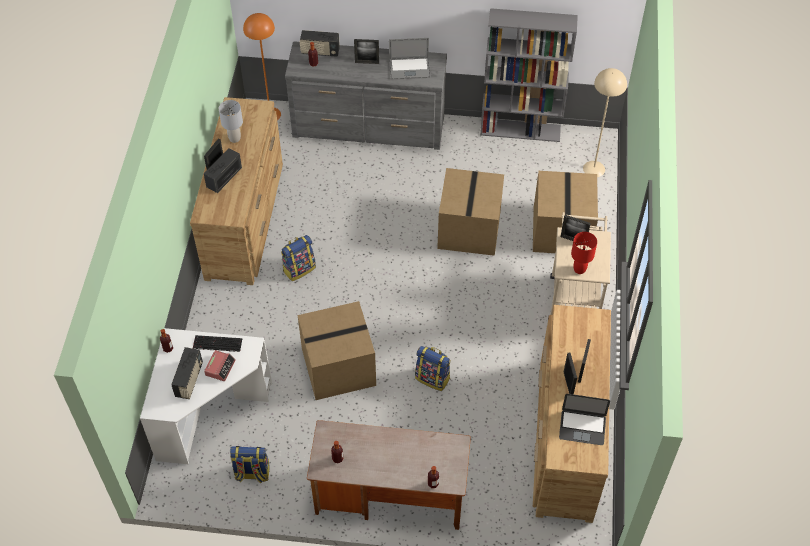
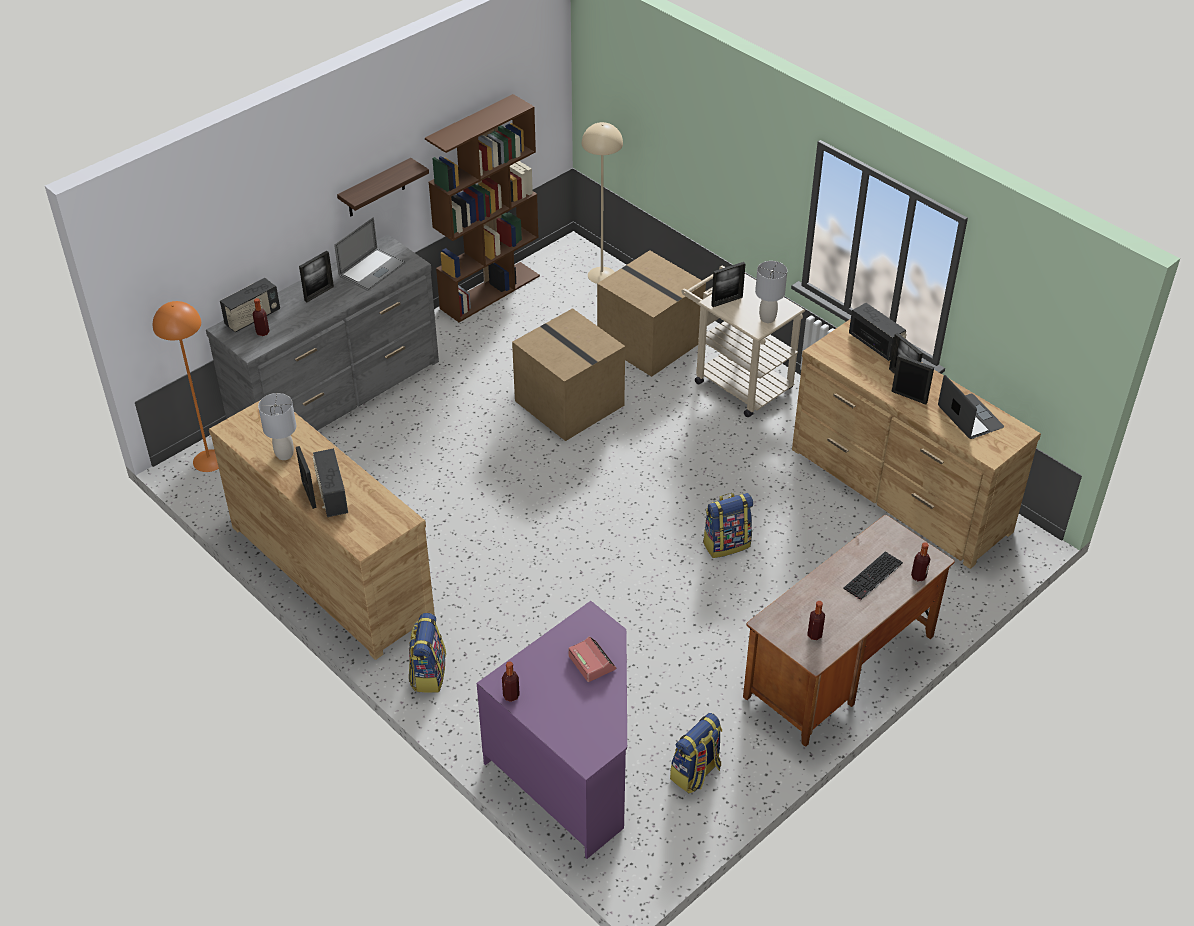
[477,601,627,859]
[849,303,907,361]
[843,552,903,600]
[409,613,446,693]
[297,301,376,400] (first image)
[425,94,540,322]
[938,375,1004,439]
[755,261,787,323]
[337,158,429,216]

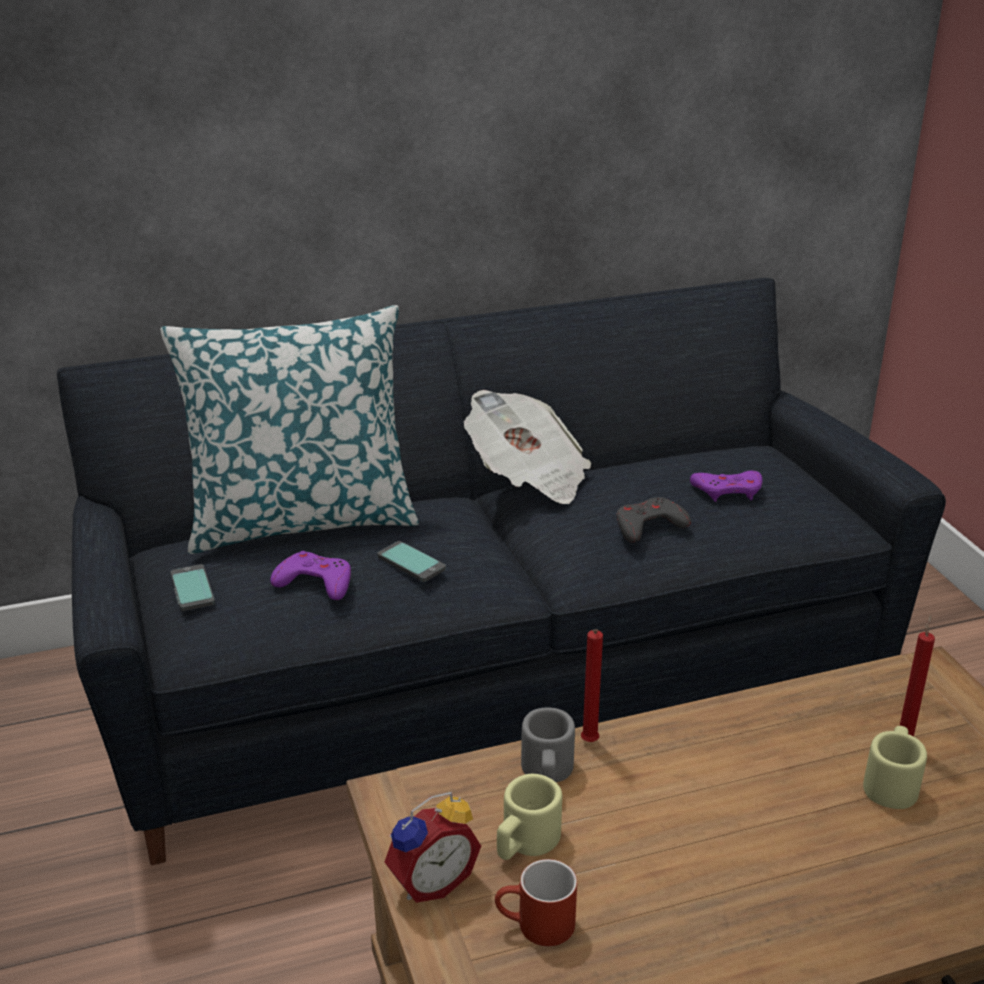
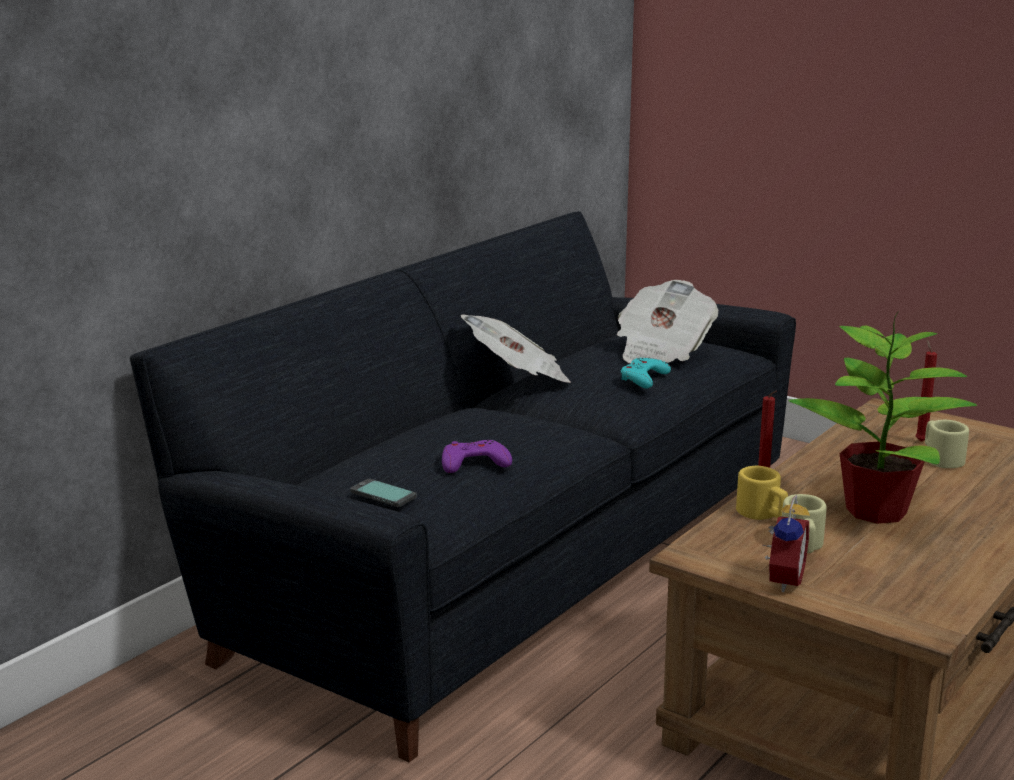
[160,305,419,554] (first image)
[377,541,446,582] (first image)
[495,859,577,947] (first image)
[736,466,788,520]
[621,358,671,389]
[617,280,719,363]
[788,311,977,524]

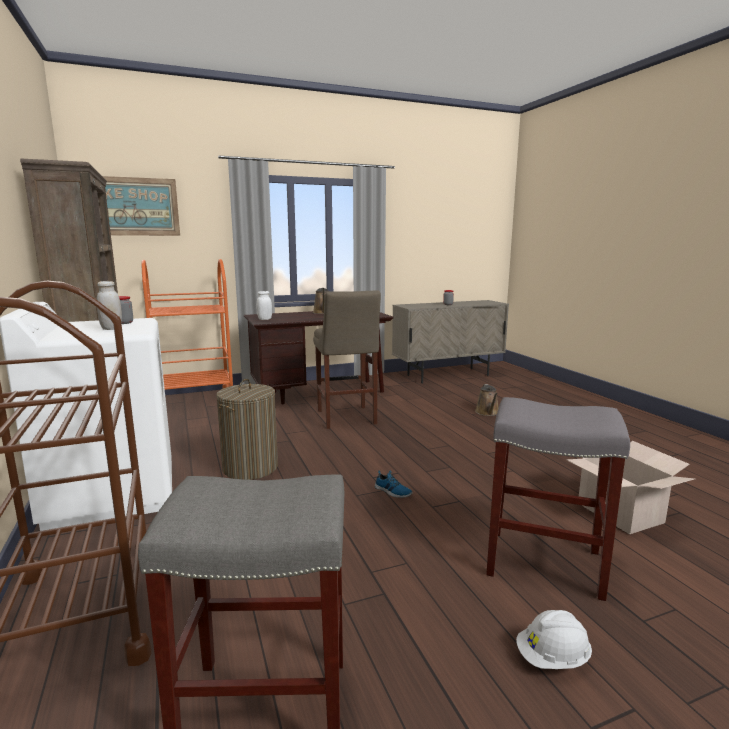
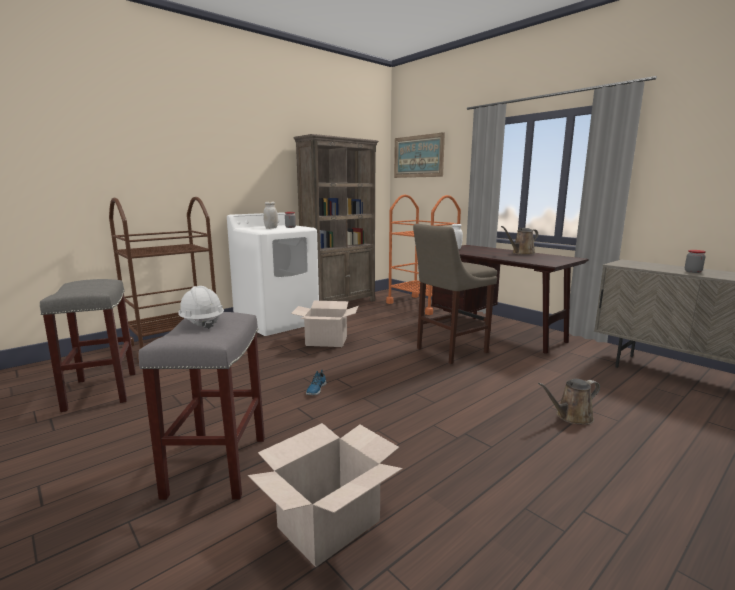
[291,301,359,347]
[178,286,224,329]

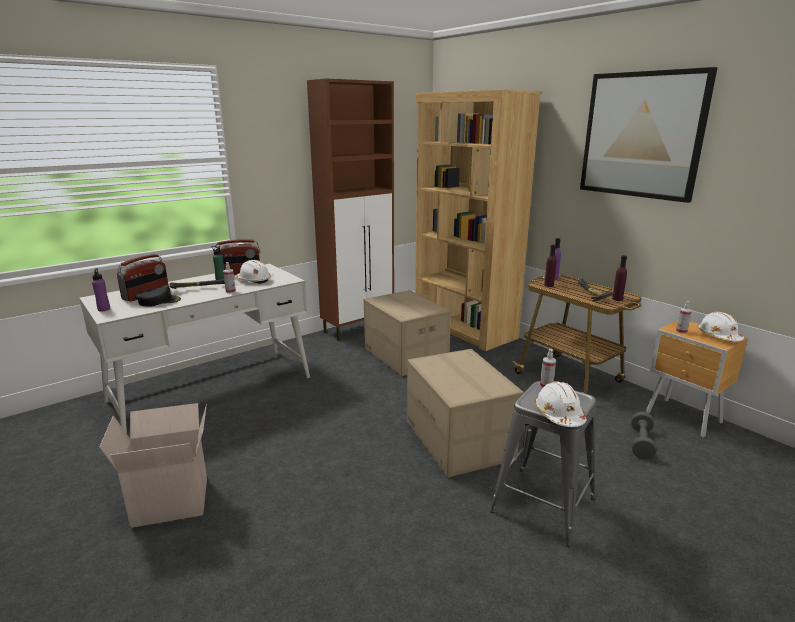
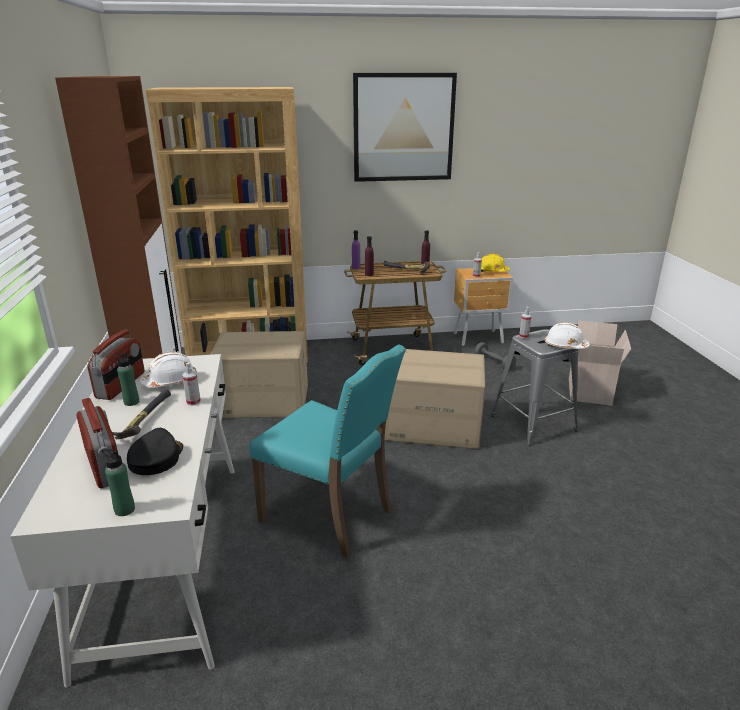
[102,448,135,516]
[569,321,631,406]
[481,254,510,272]
[249,344,406,558]

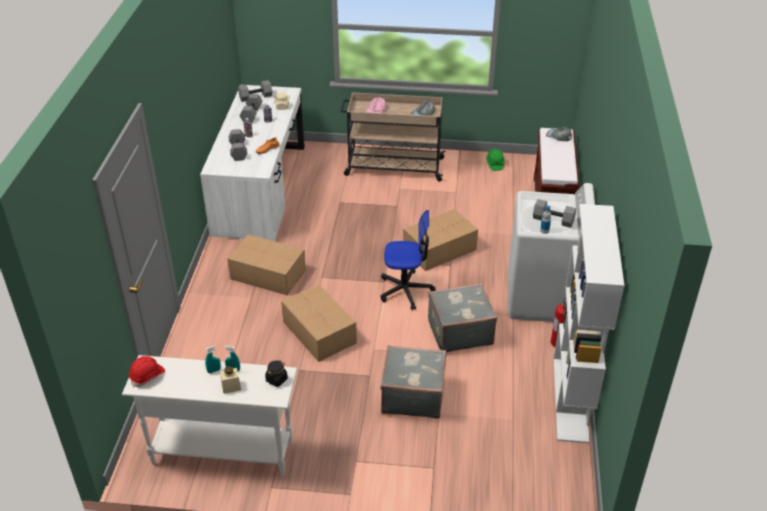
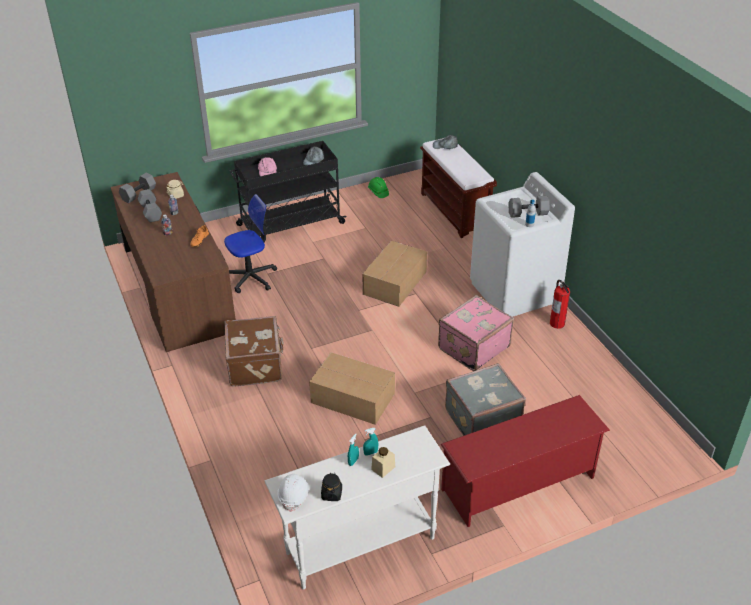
[277,474,309,512]
[111,172,236,352]
[228,129,247,161] (first image)
[225,316,284,386]
[321,472,342,501]
[229,141,346,236]
[224,194,277,293]
[438,295,514,371]
[553,204,624,443] (first image)
[441,395,610,527]

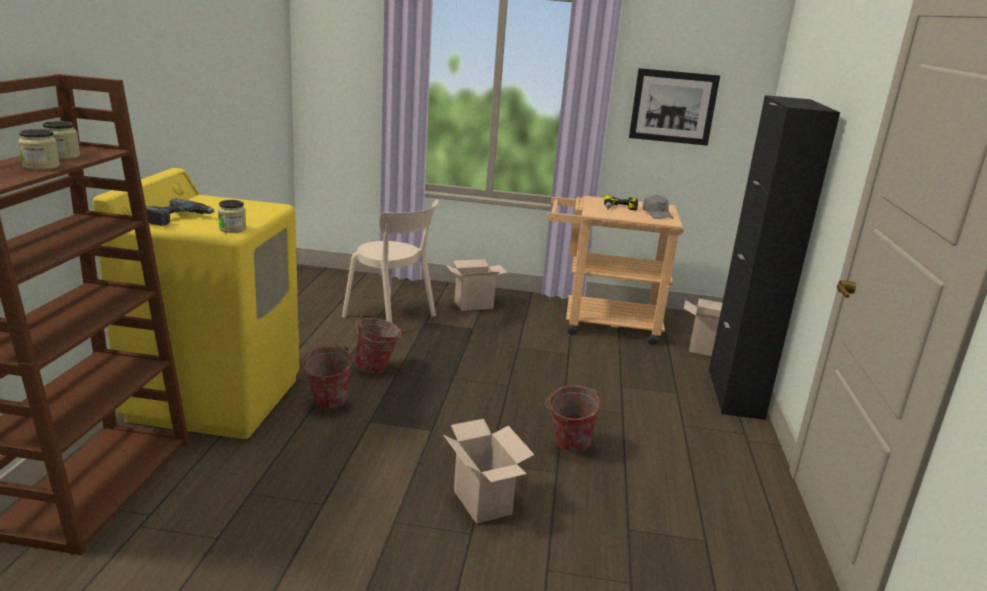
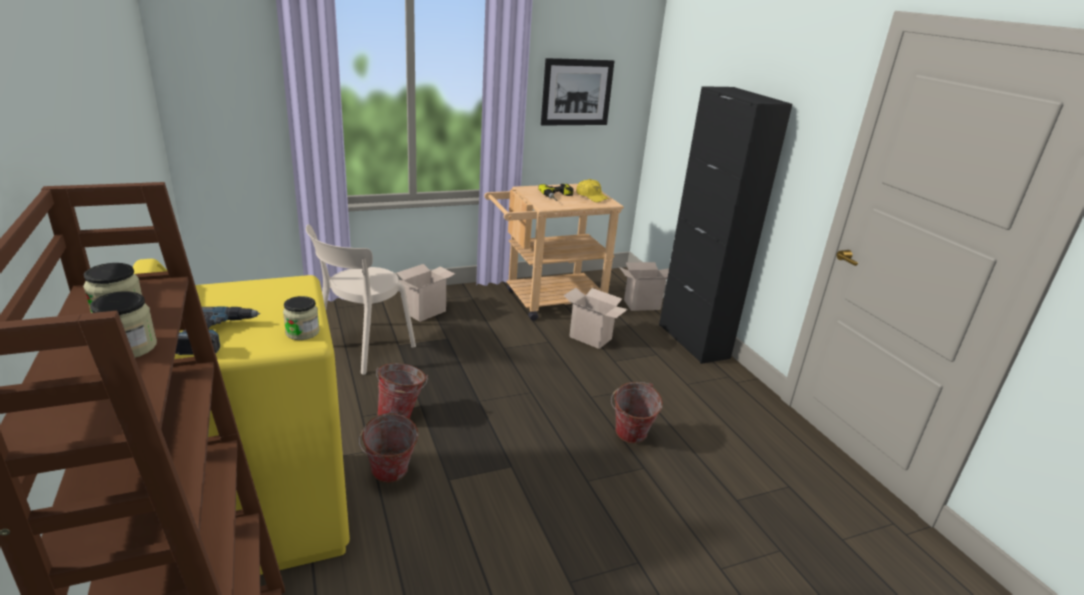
[306,224,416,375]
[563,288,628,349]
[576,179,609,202]

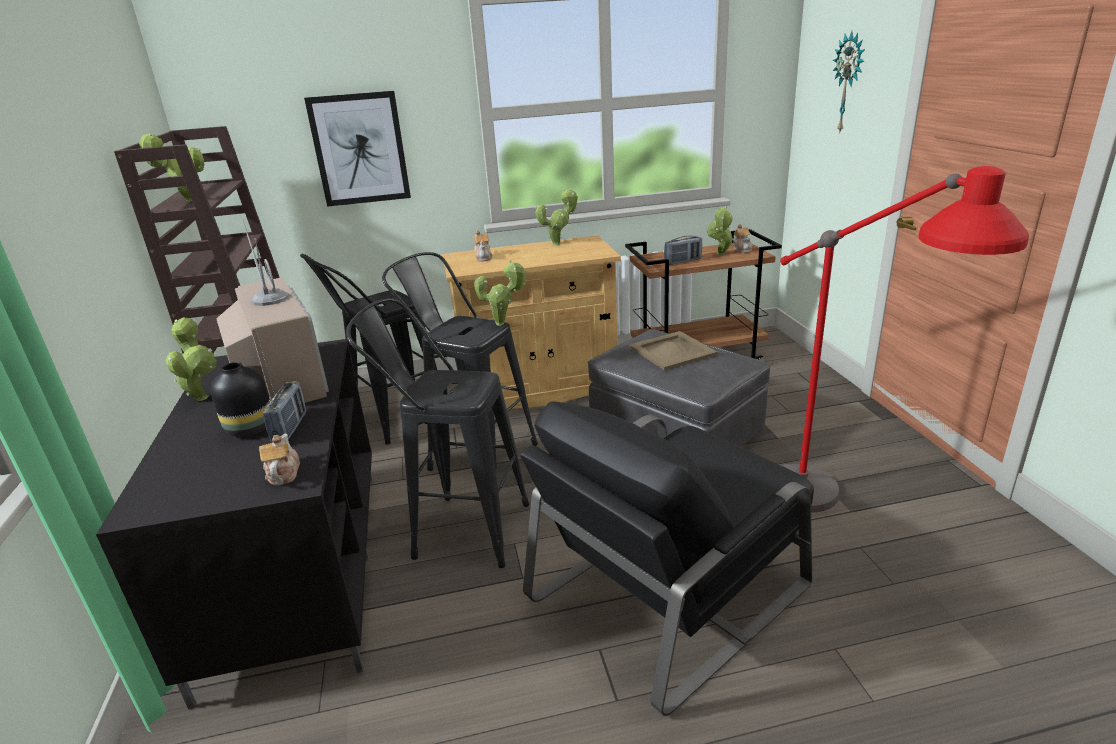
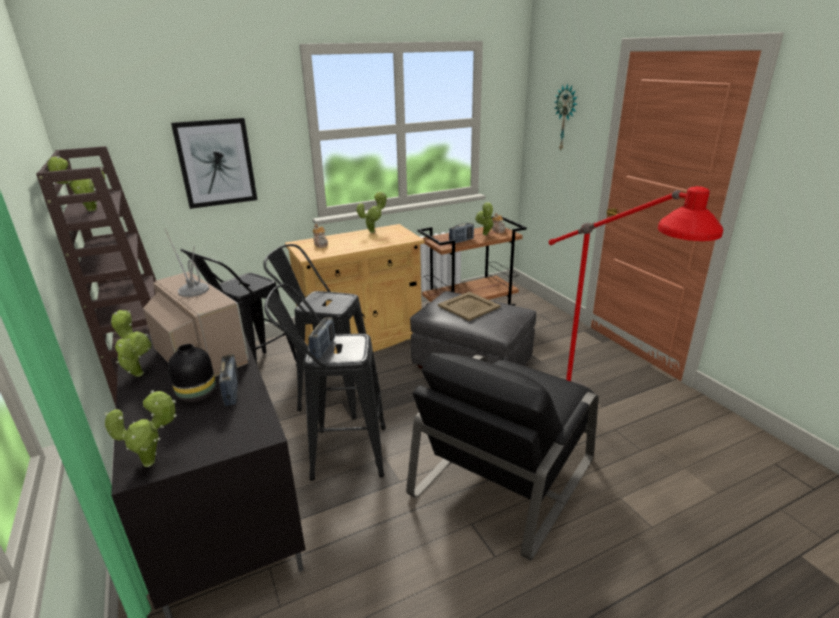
[259,434,300,485] (first image)
[104,390,177,467]
[308,317,335,359]

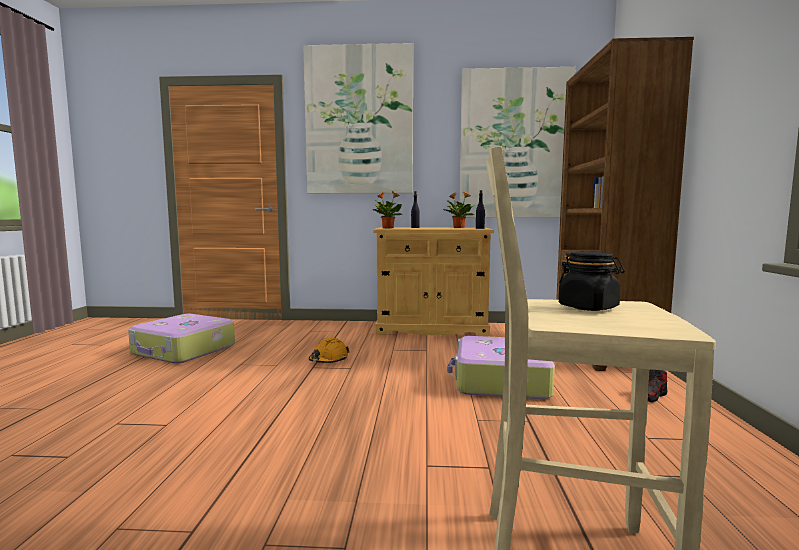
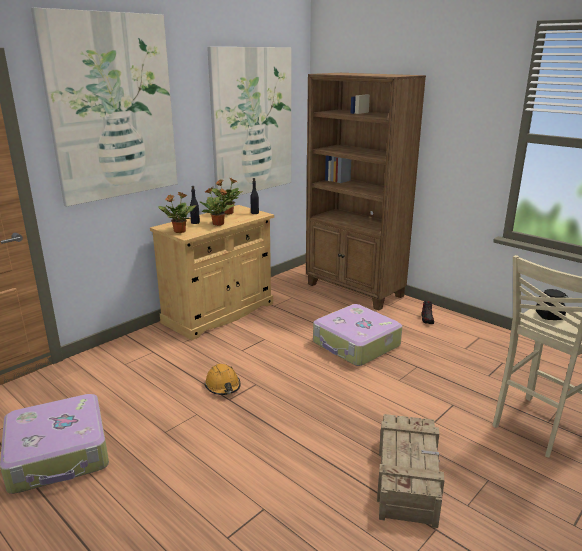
[200,187,235,226]
[377,414,445,528]

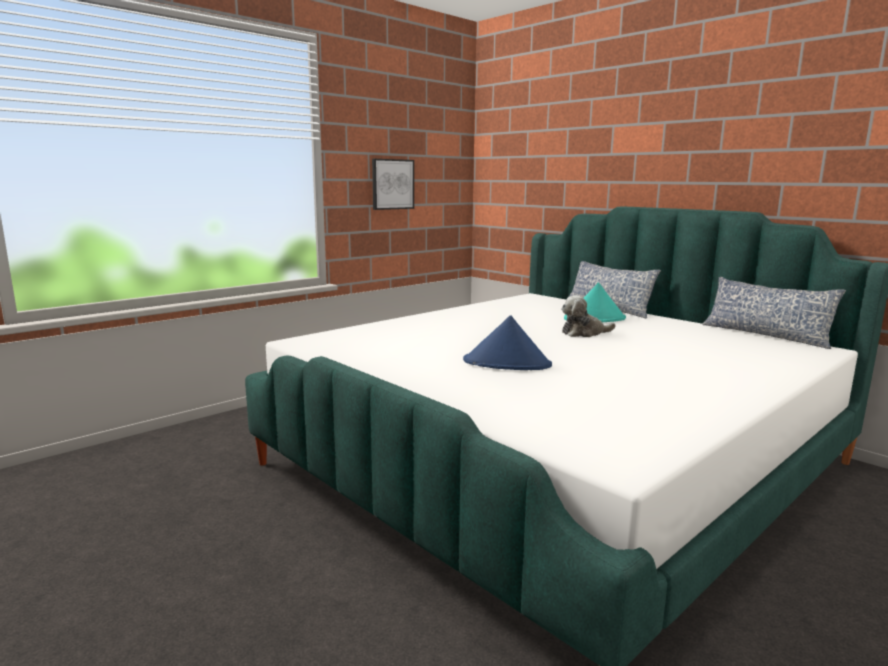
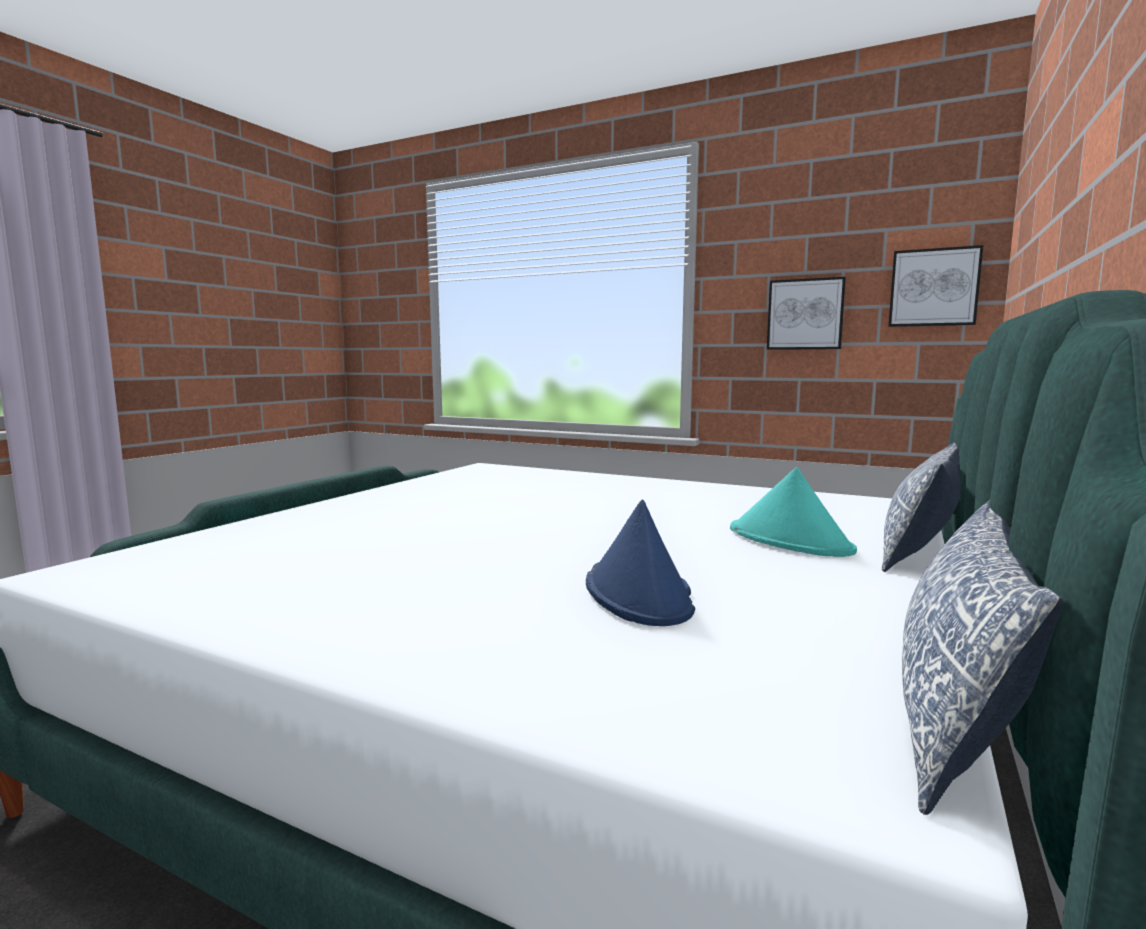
[586,499,695,626]
[561,295,615,337] (first image)
[888,245,983,327]

